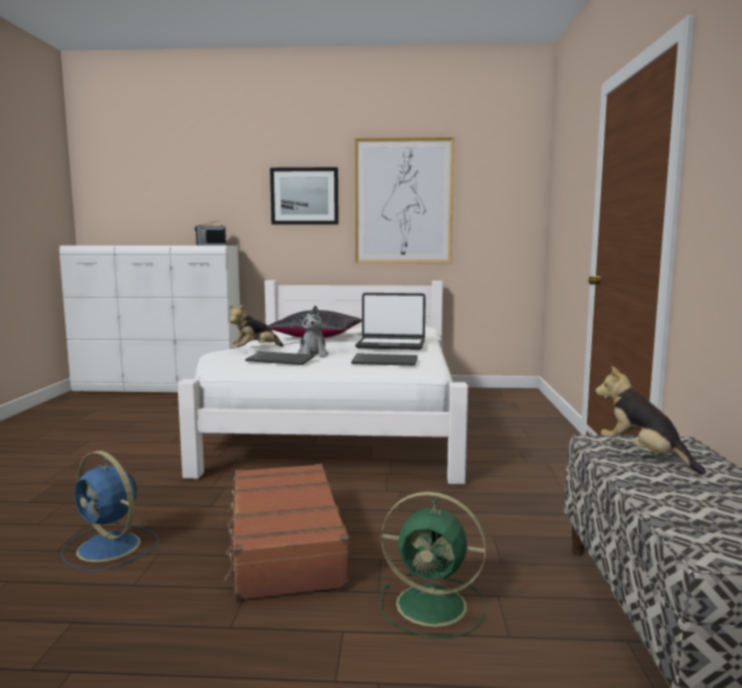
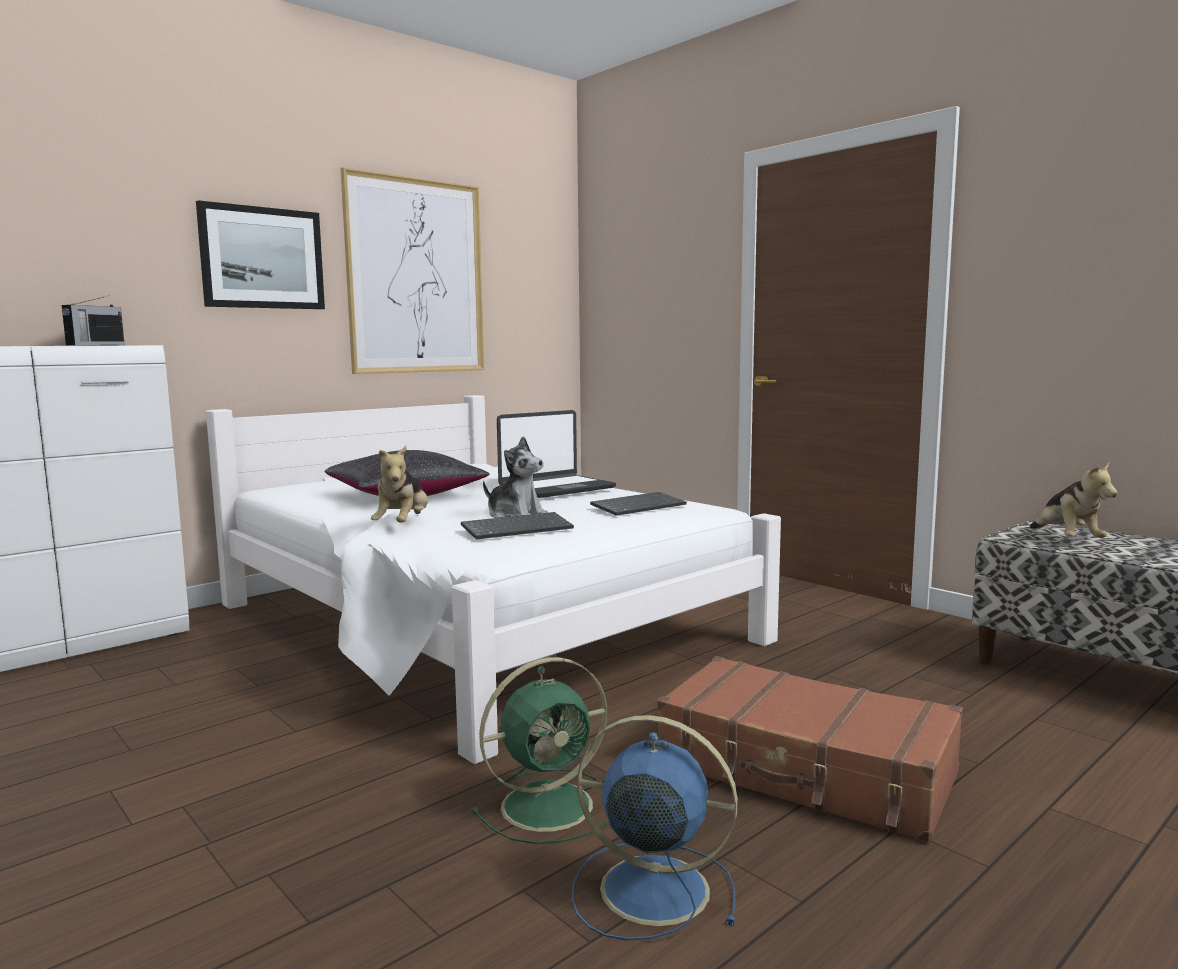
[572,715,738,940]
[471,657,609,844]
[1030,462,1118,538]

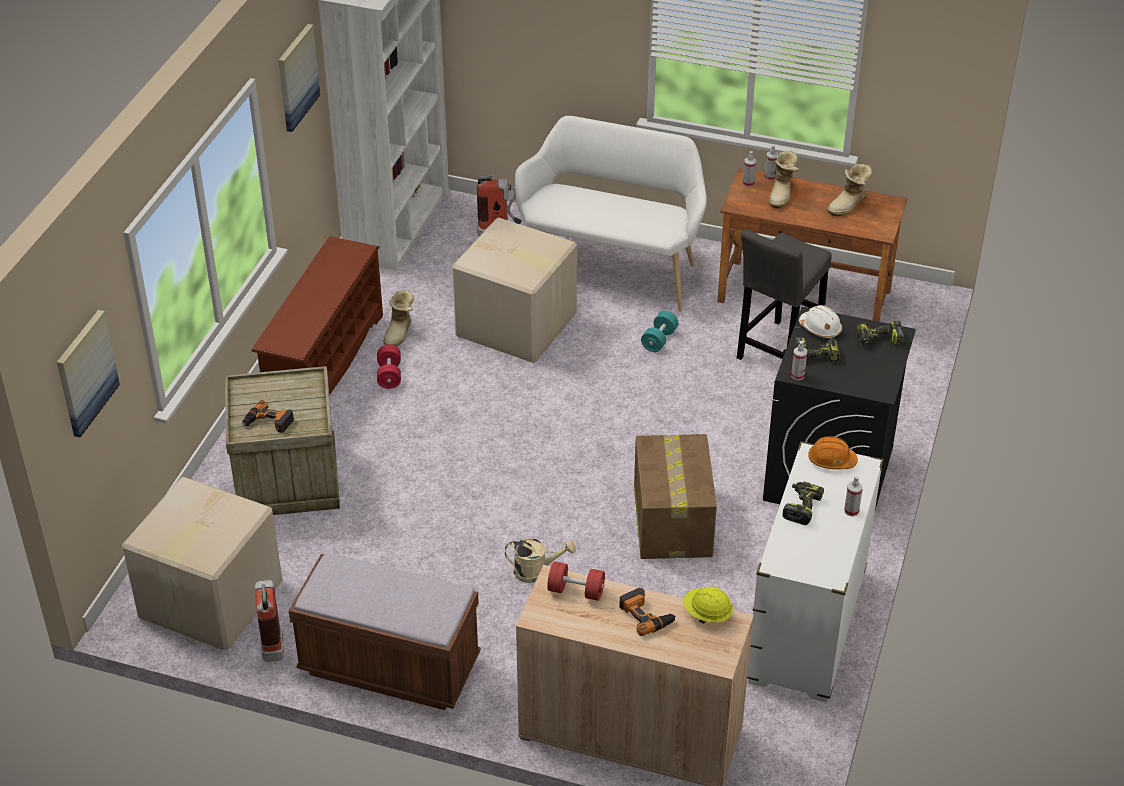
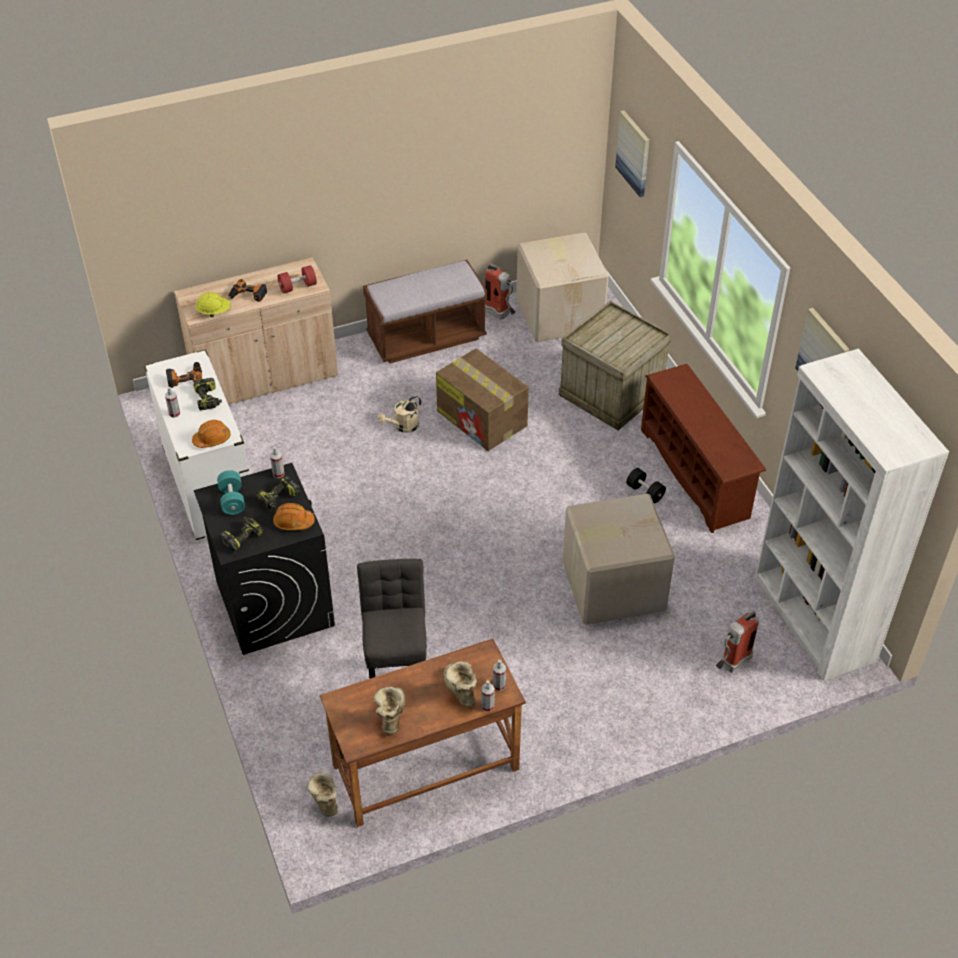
[166,362,202,388]
[626,468,666,503]
[308,772,338,817]
[515,116,707,312] (first image)
[436,348,529,451]
[217,470,245,515]
[273,503,315,531]

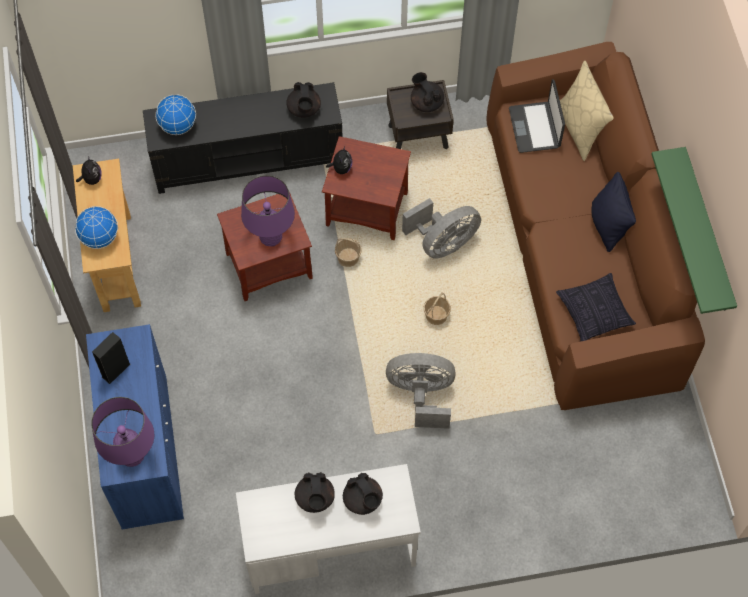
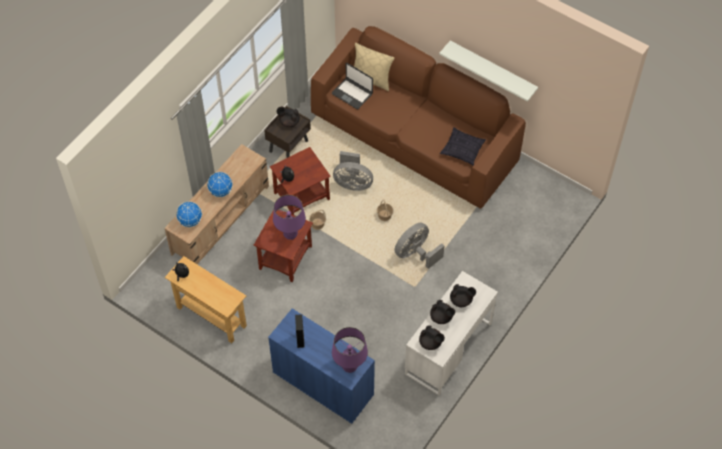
[207,172,233,197]
[164,144,269,264]
[419,325,445,350]
[333,151,373,191]
[591,172,636,252] (first image)
[439,41,538,102]

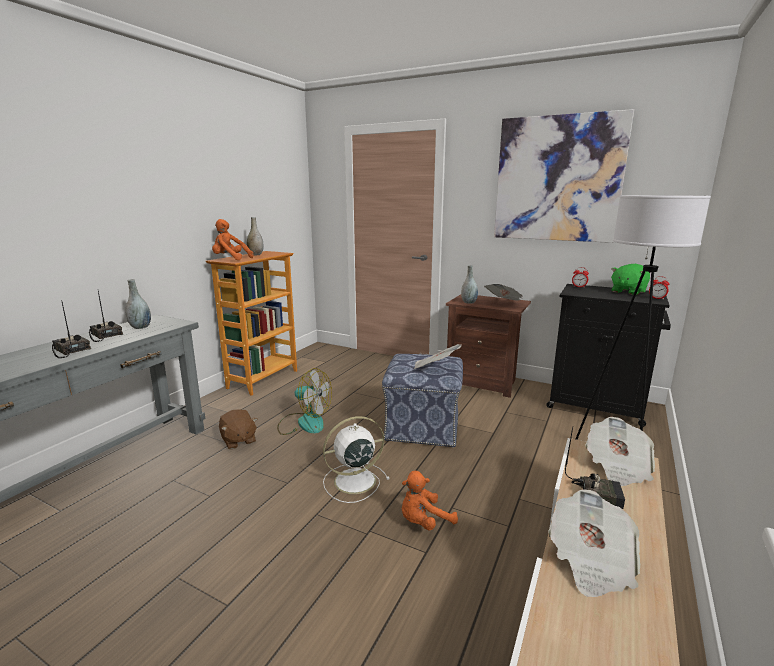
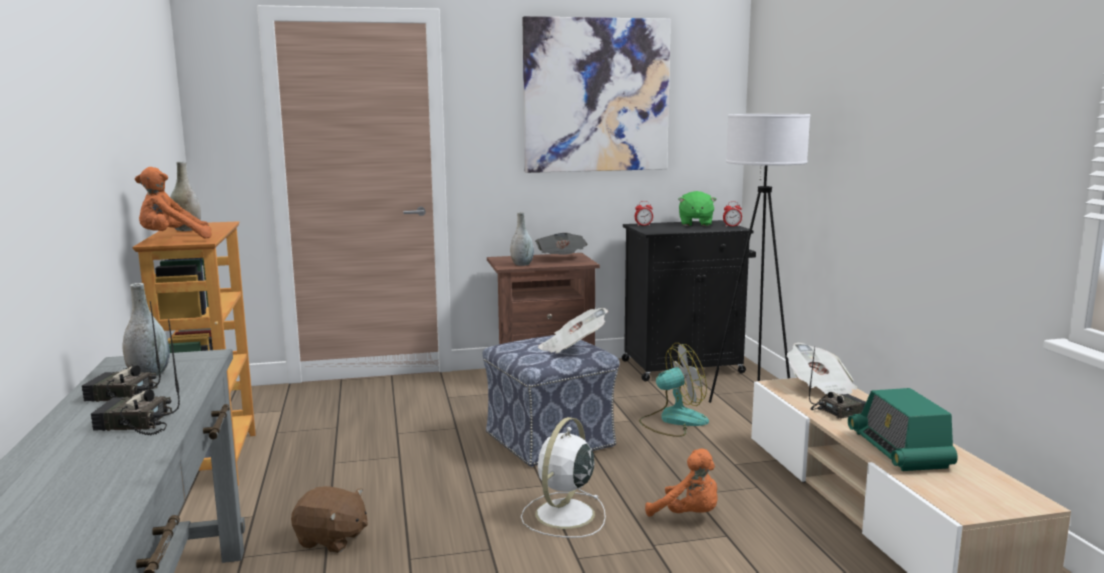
[639,343,709,437]
[645,448,718,517]
[848,388,958,471]

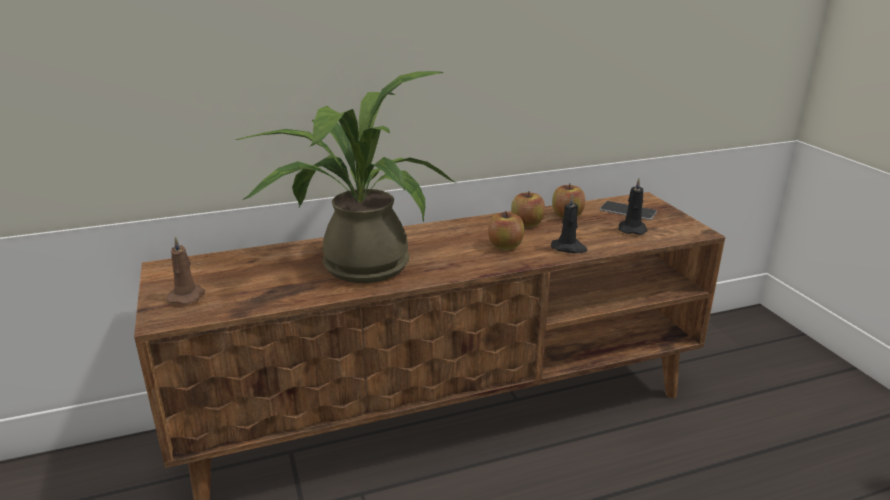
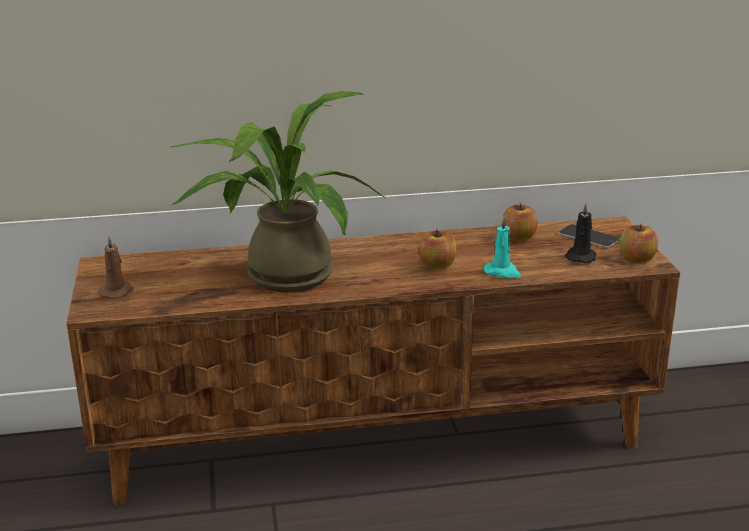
[620,224,658,264]
[484,216,521,278]

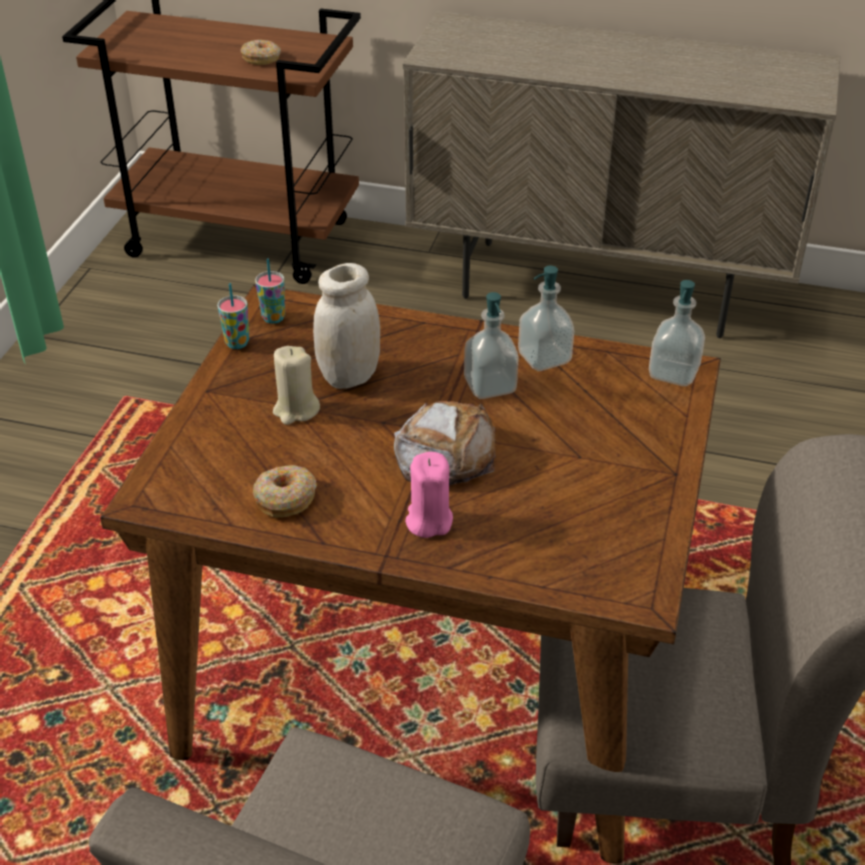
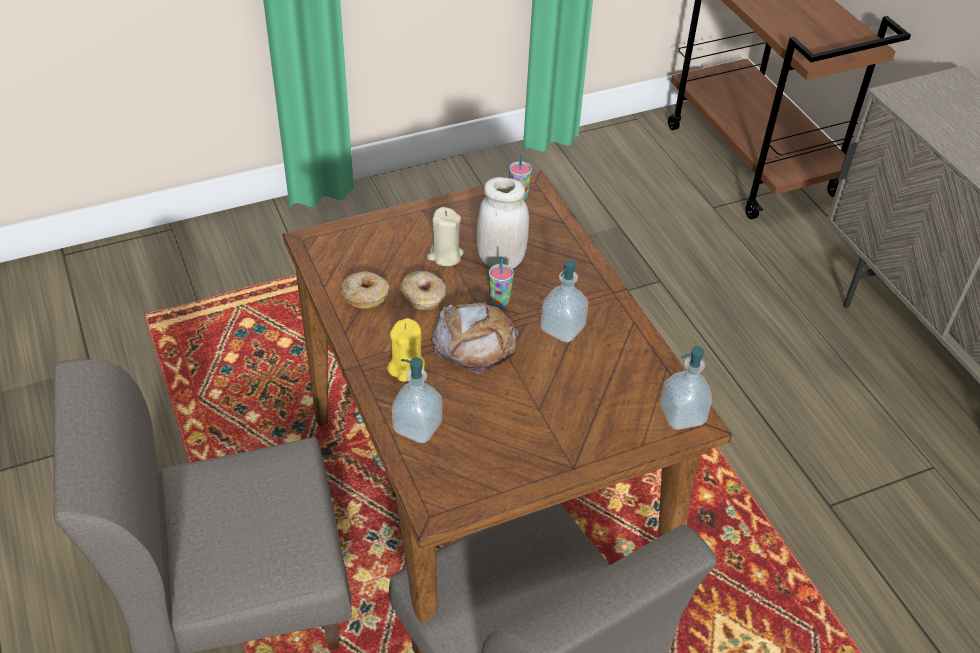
[489,257,514,307]
[400,271,446,310]
[387,318,425,382]
[392,358,442,443]

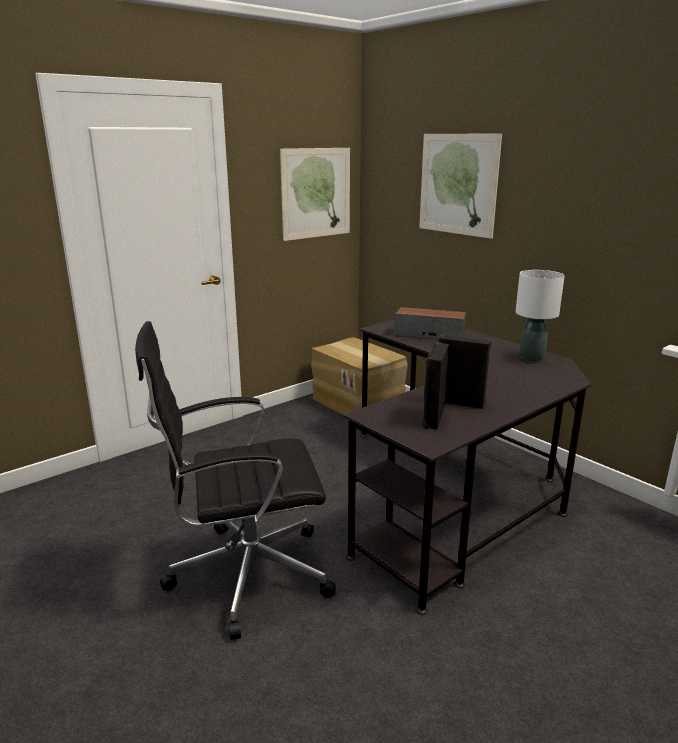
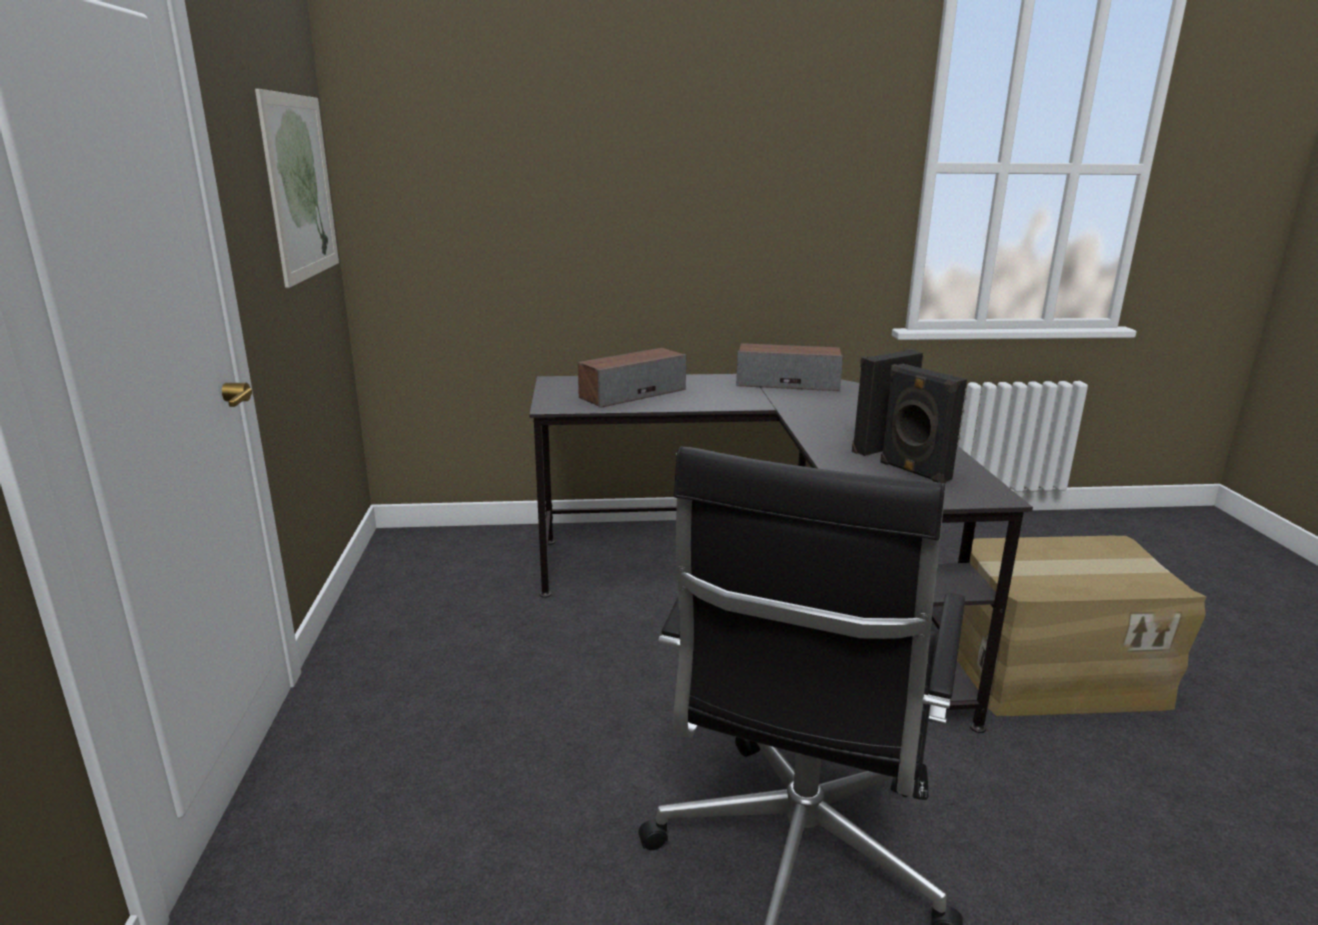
[957,536,1207,716]
[419,134,502,239] (first image)
[736,343,843,391]

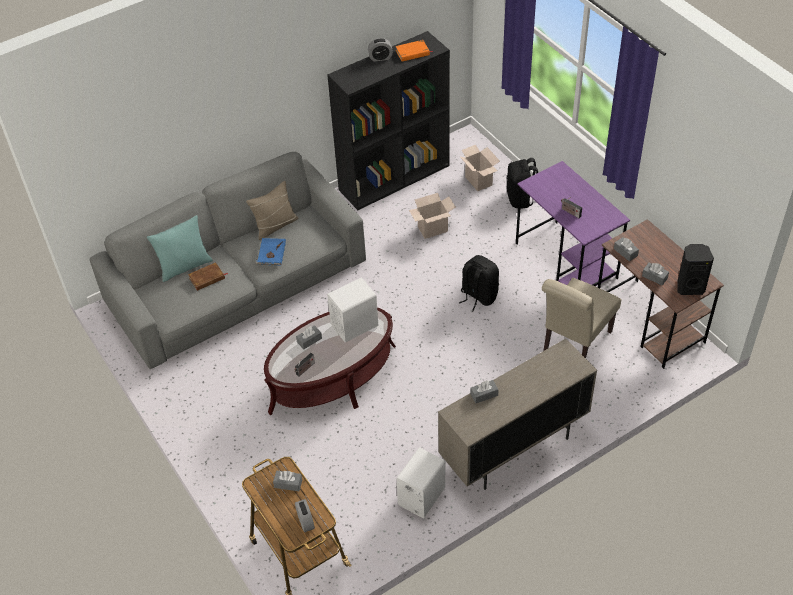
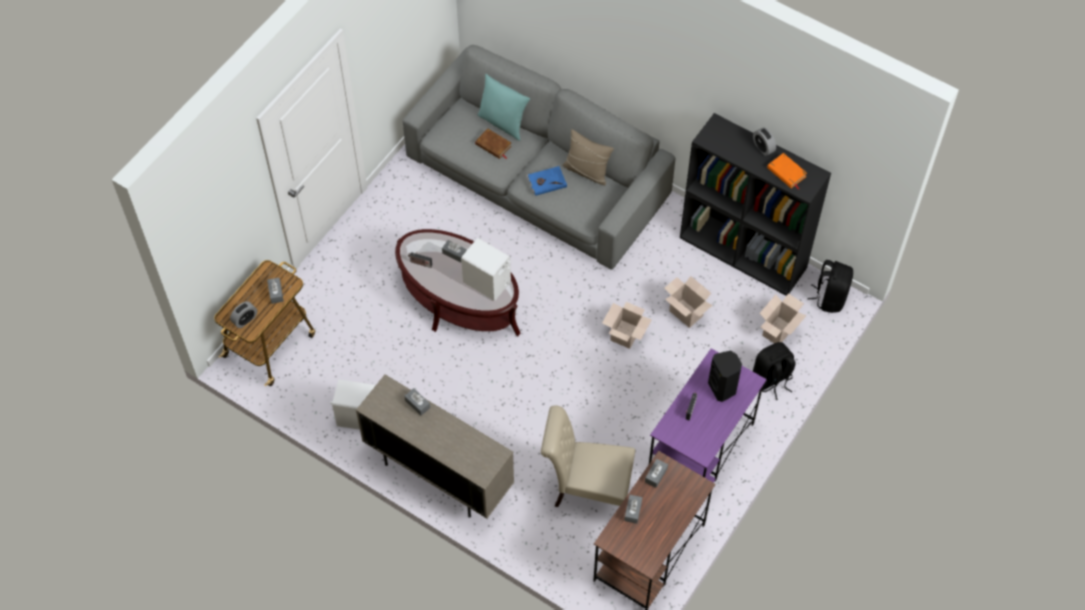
[807,260,853,313]
[708,351,742,402]
[602,302,652,349]

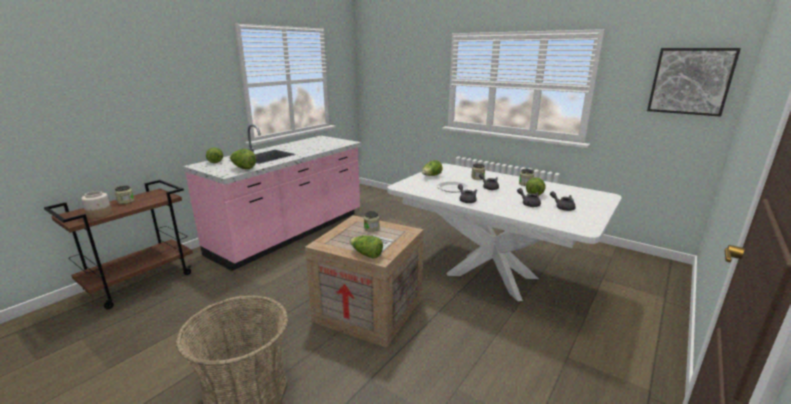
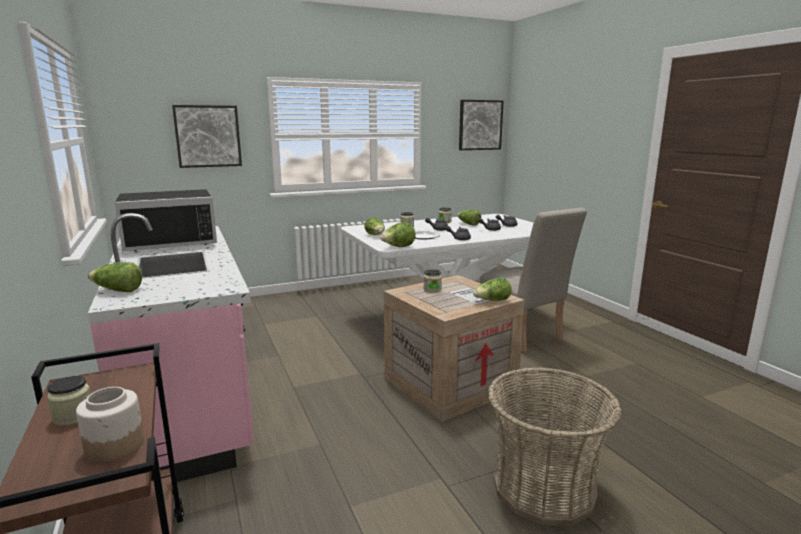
[380,222,416,247]
[115,189,217,251]
[172,105,242,168]
[480,208,587,353]

